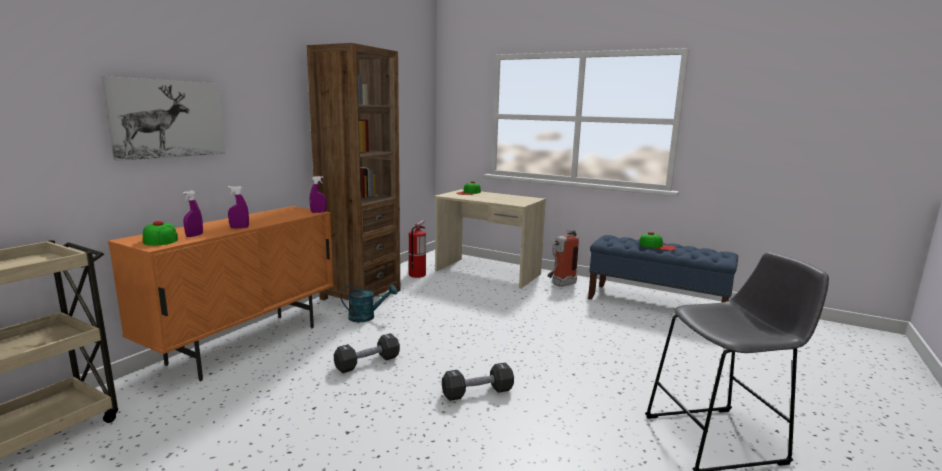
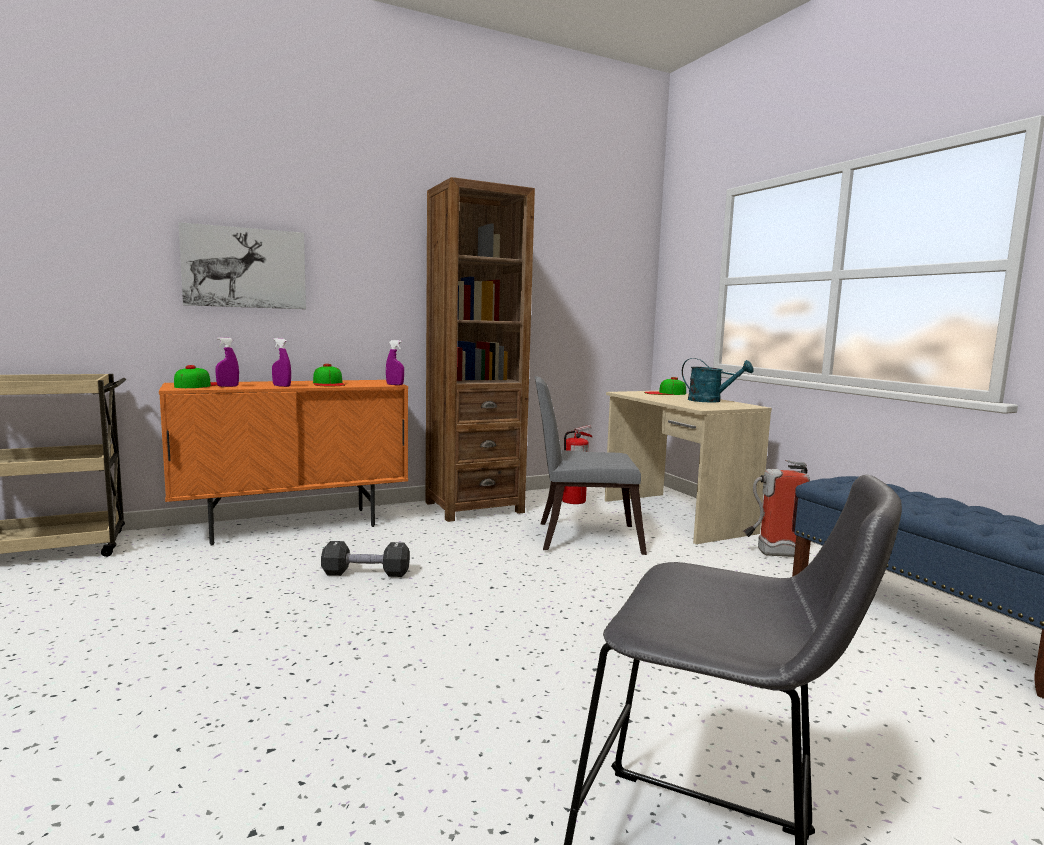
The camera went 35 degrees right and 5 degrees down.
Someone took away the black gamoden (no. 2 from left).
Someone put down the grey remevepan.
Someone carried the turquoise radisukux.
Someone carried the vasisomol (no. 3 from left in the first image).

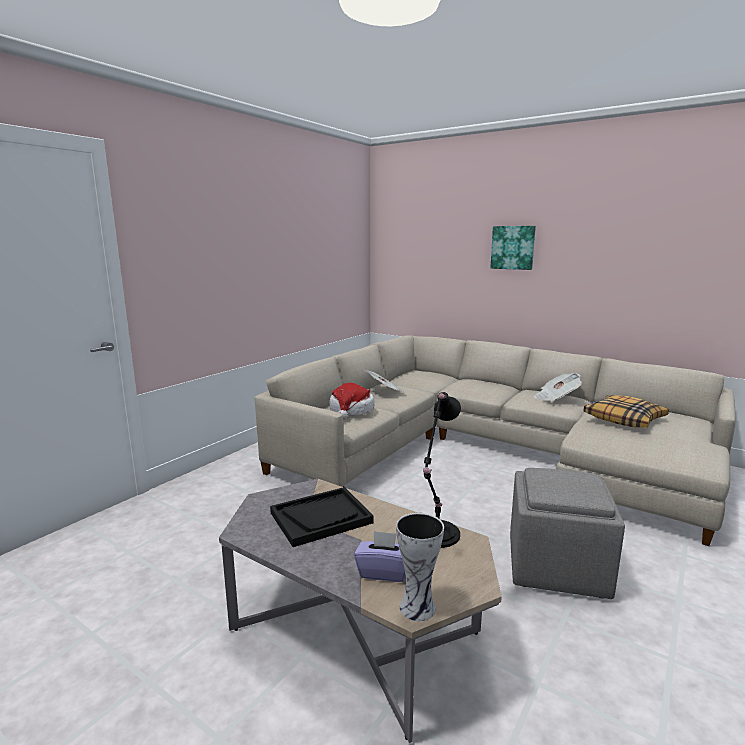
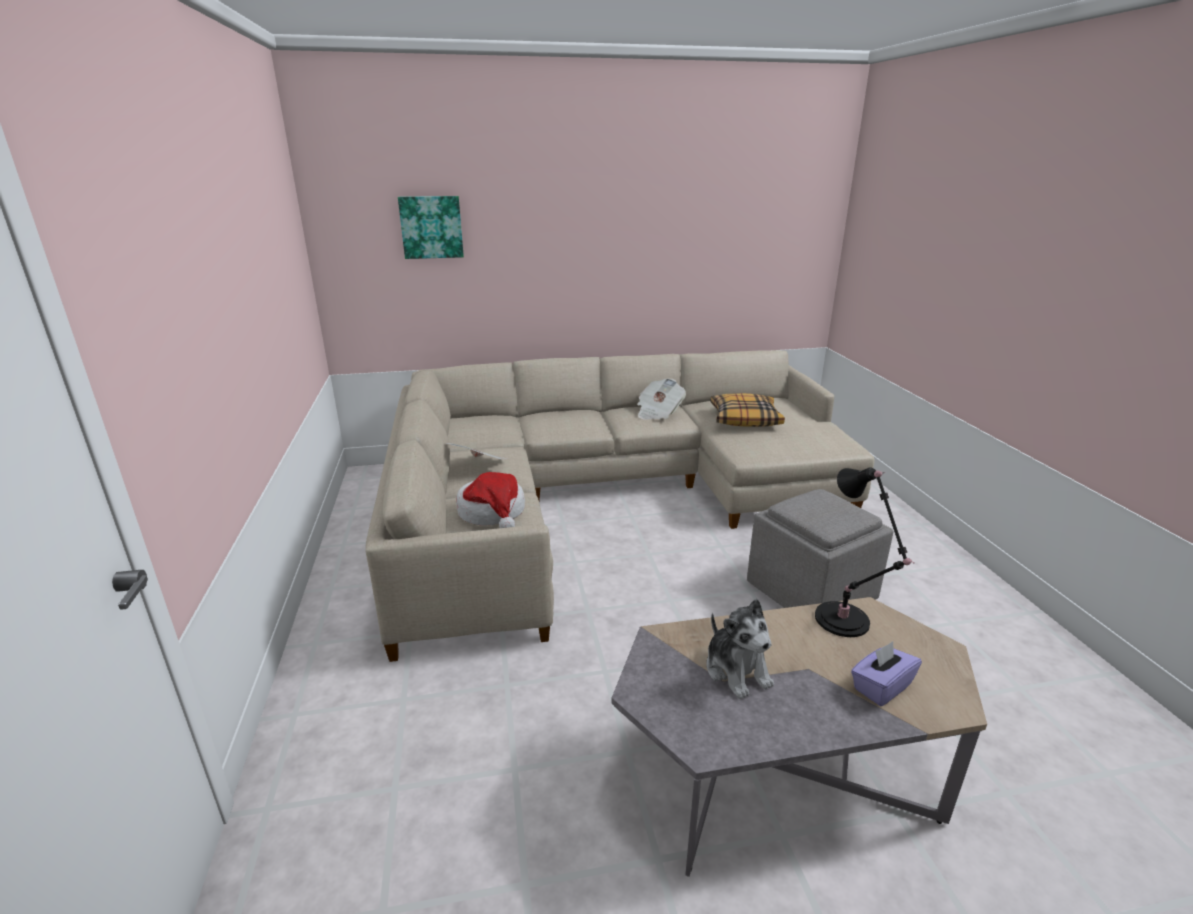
The camera went 45 degrees left and 10 degrees up.
Someone took away the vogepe.
Someone carried the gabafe.
Someone swapped the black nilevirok for the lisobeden.

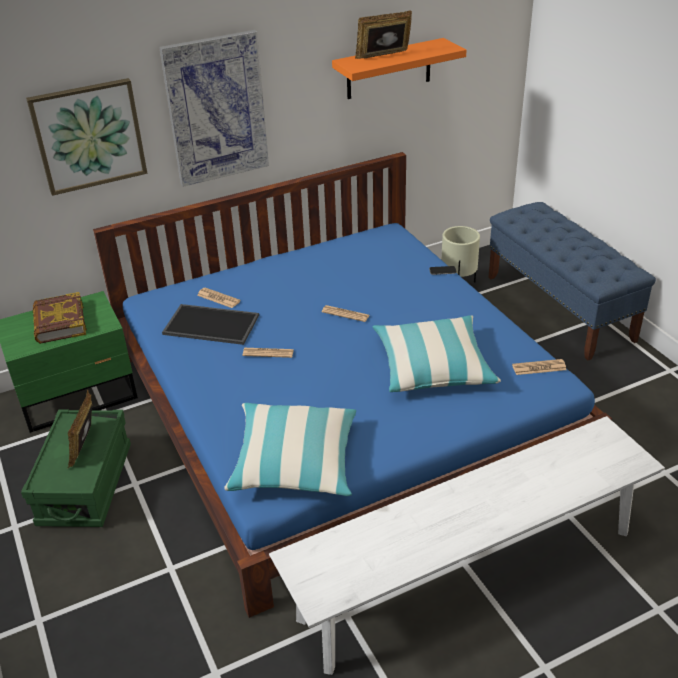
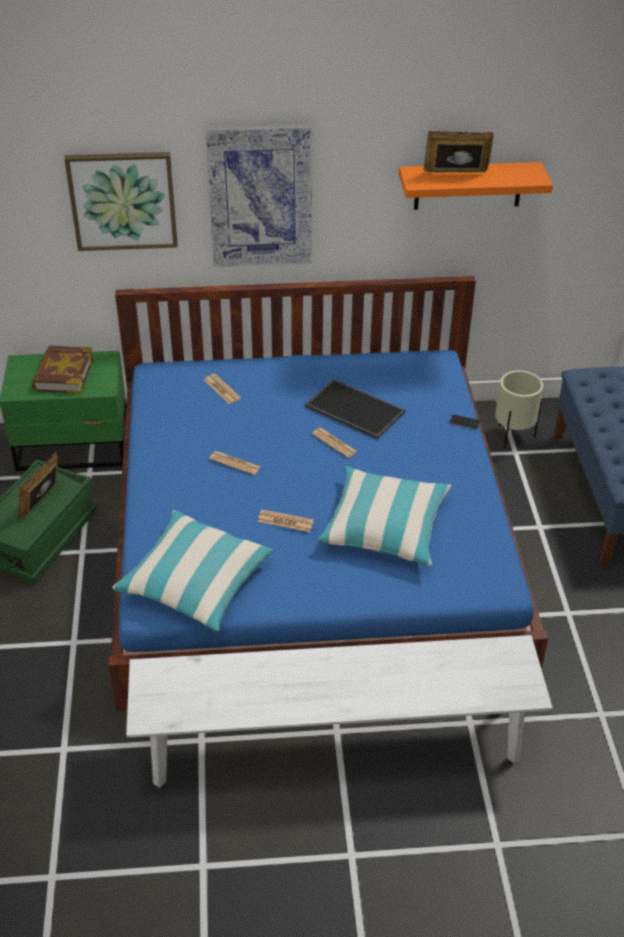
The camera went 20 degrees right and 5 degrees up.
Someone carried the nilevirok.
Someone carried the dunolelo (no. 4 from left in the first image).

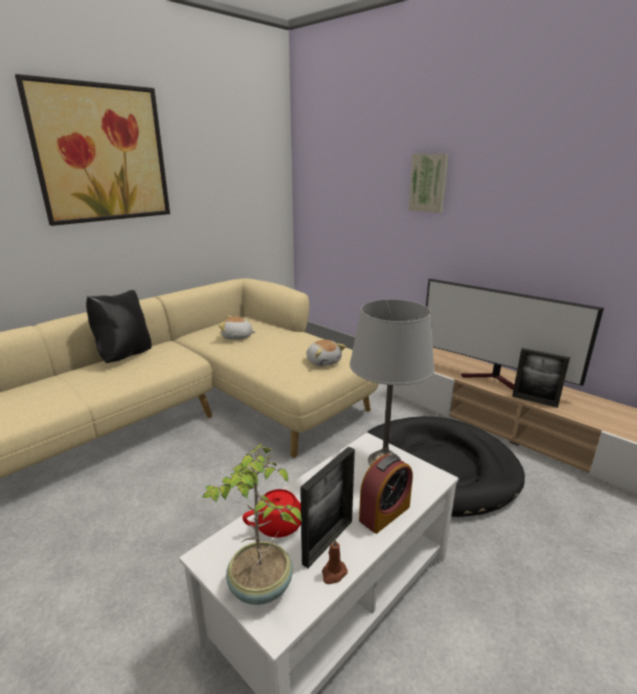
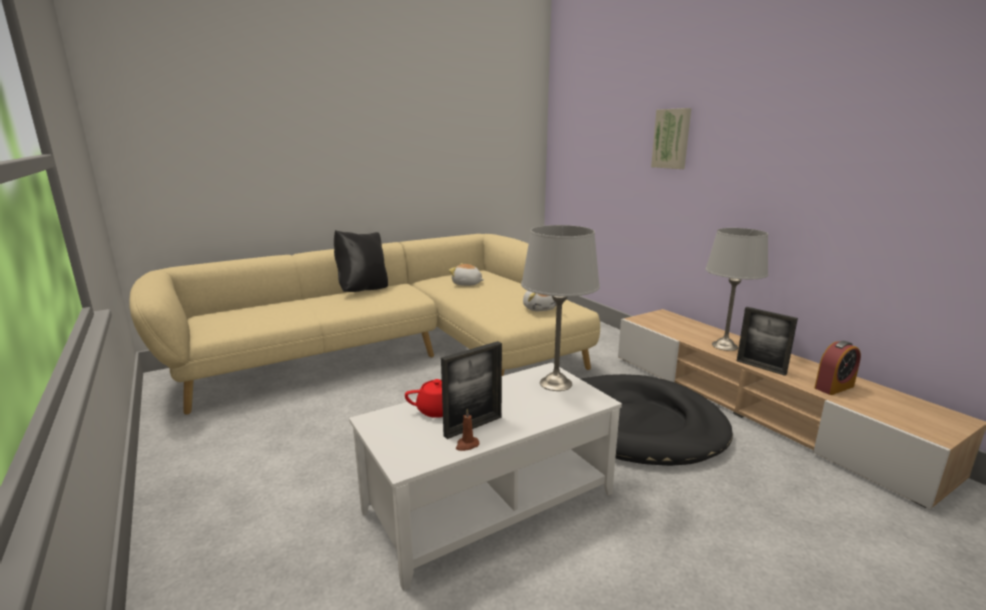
The camera went 15 degrees right and 5 degrees down.
Someone took away the gabafe (no. 1 from left).
Someone took away the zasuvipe.
Someone carried the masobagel.
Someone swapped the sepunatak for the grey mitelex (no. 2 from left).

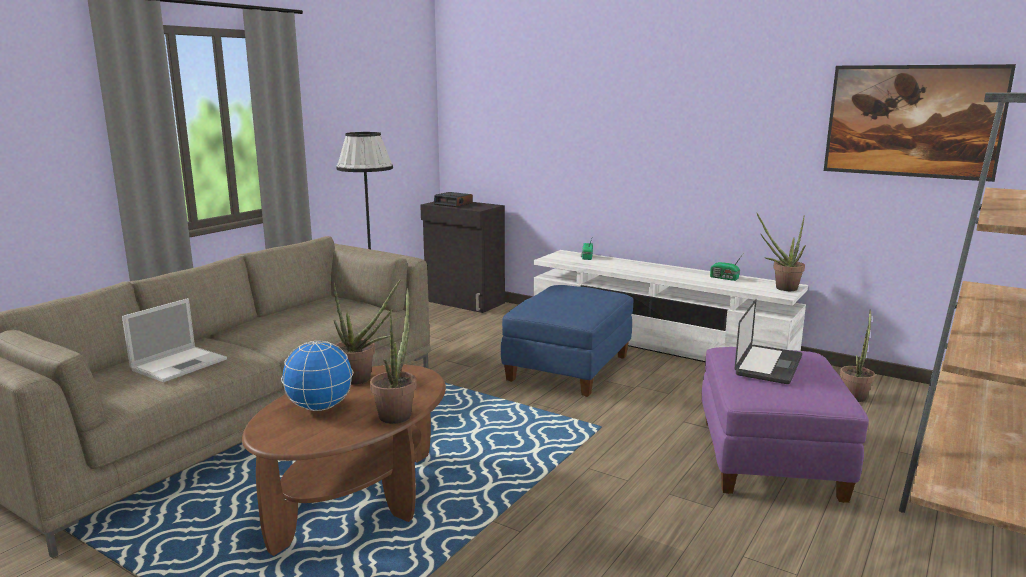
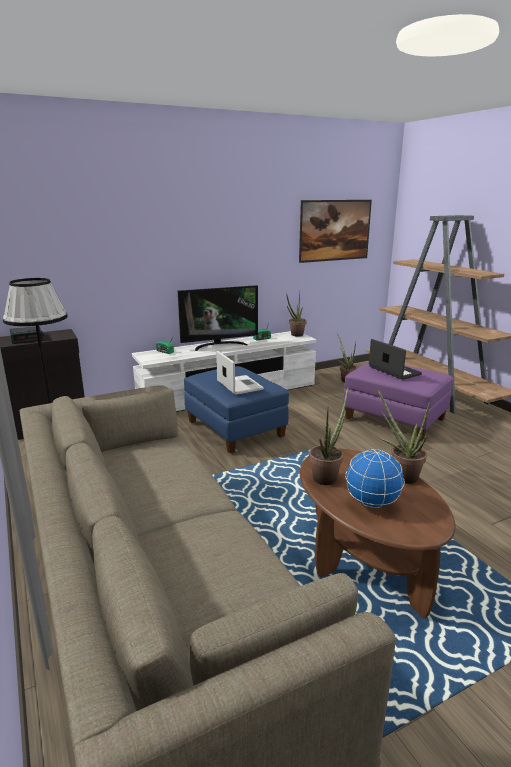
The camera went 60 degrees left and 5 degrees up.
Someone put down the sepunatak.
Someone carried the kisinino (no. 1 from left).

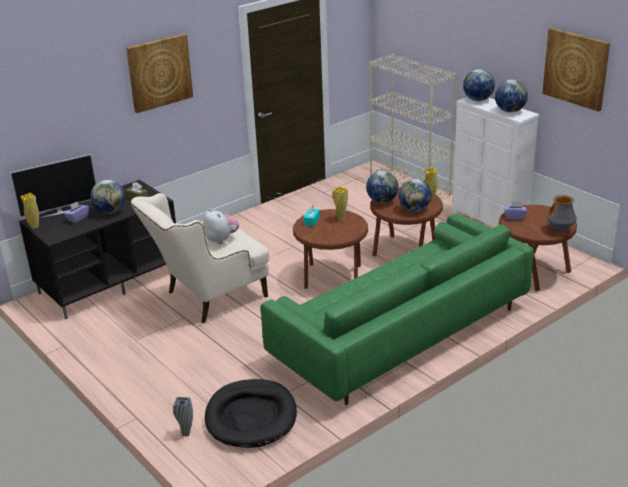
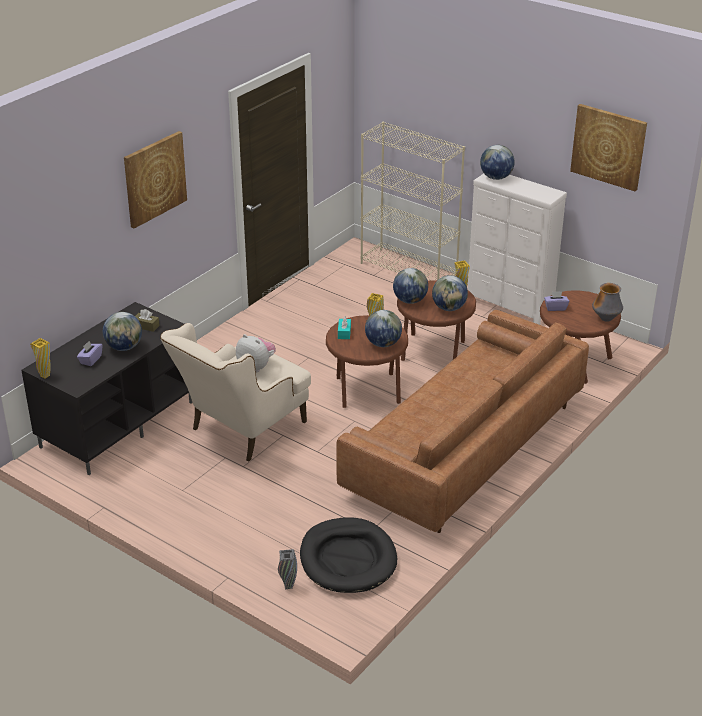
The camera went 15 degrees left and 5 degrees up.
Someone took away the sepunatak.
Someone carried the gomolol (no. 5 from left in the first image).
Someone repainted the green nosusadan, which became the brown nosusadan.

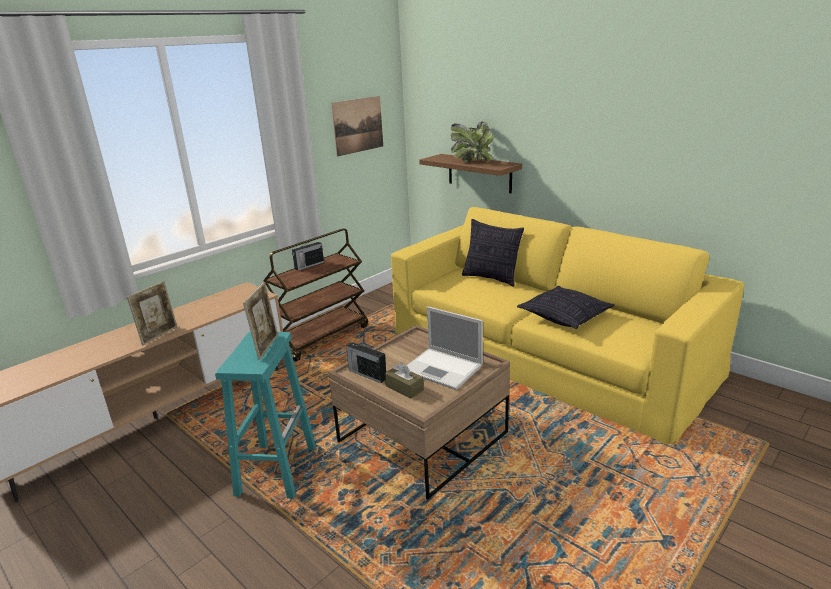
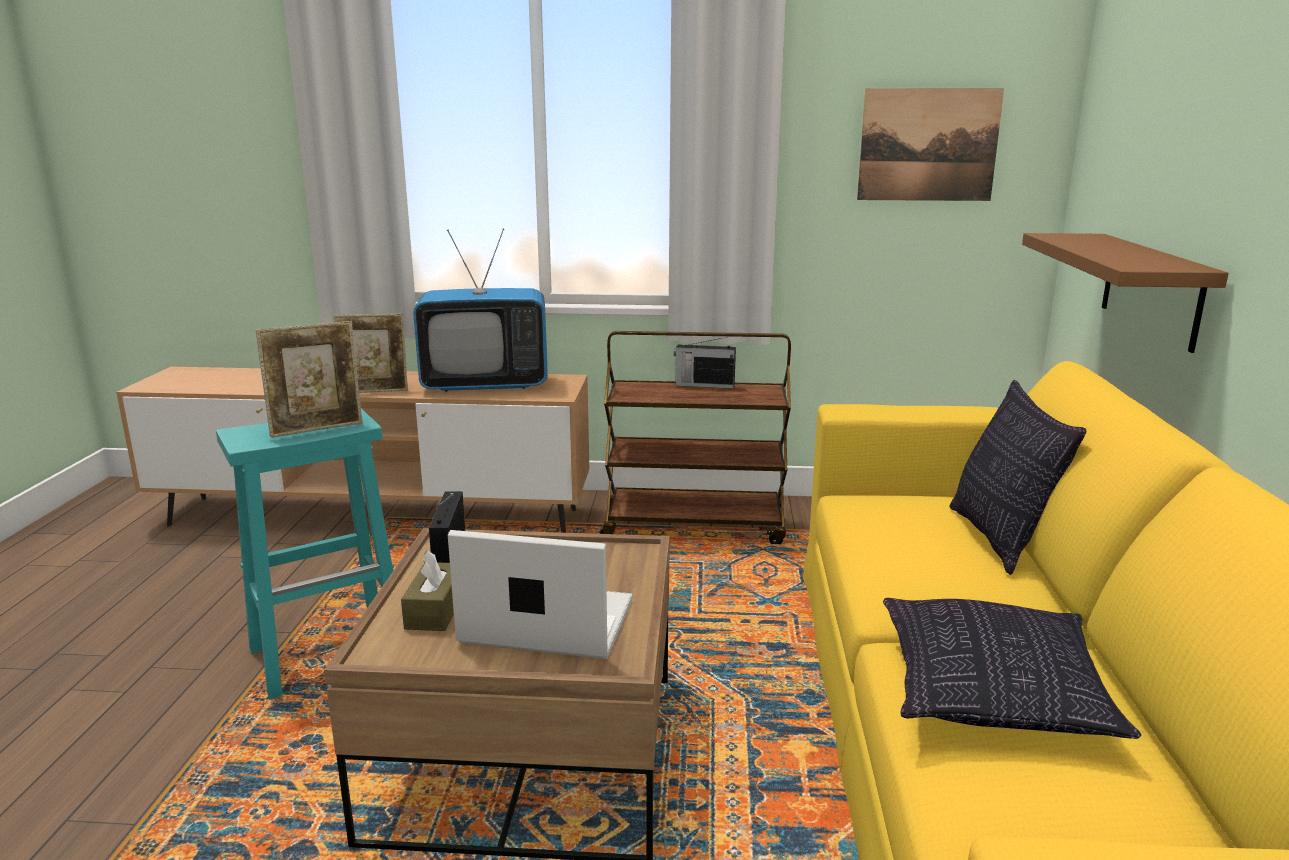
The camera went 50 degrees right and 5 degrees down.
Someone took away the zasuvipe.
Someone put down the sepunatak.
Someone rotated the kisinino by 105 degrees clockwise.

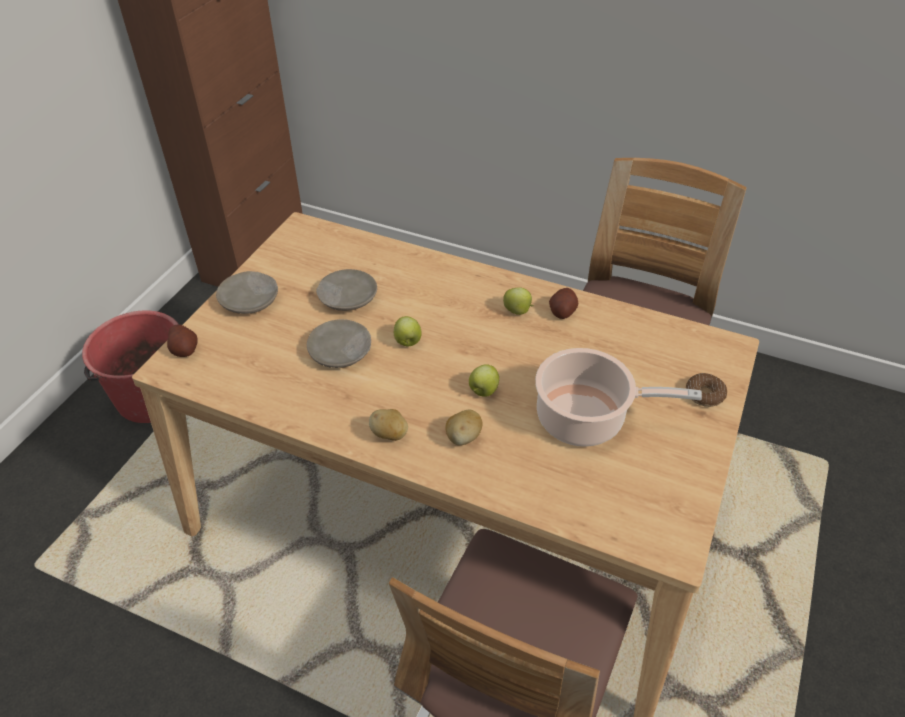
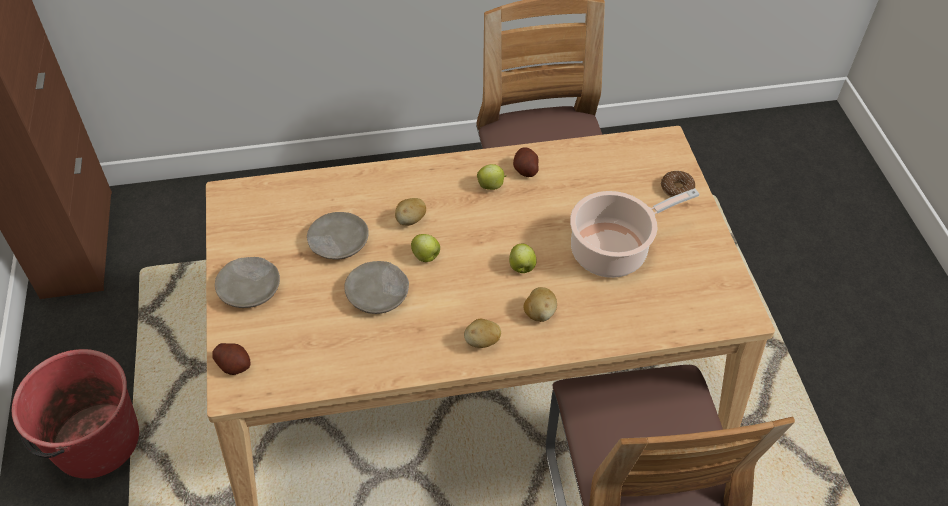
The camera went 35 degrees left and 5 degrees up.
Someone put down the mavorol (no. 2 from left).

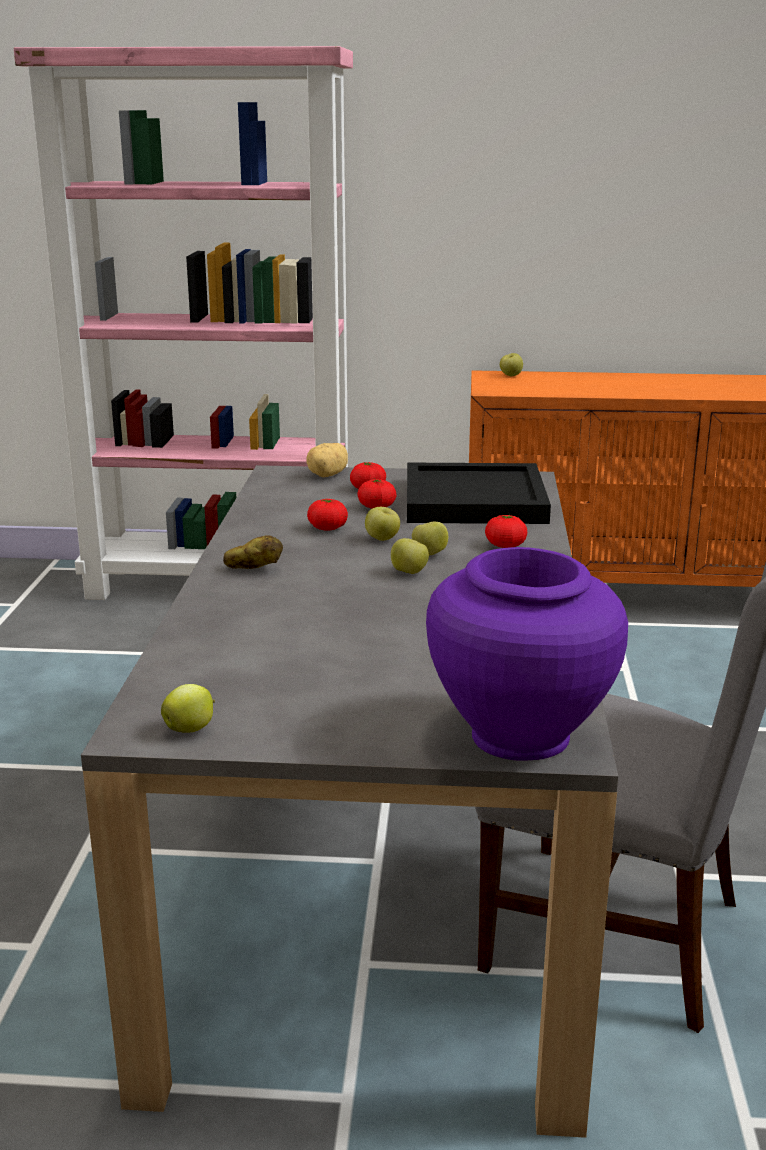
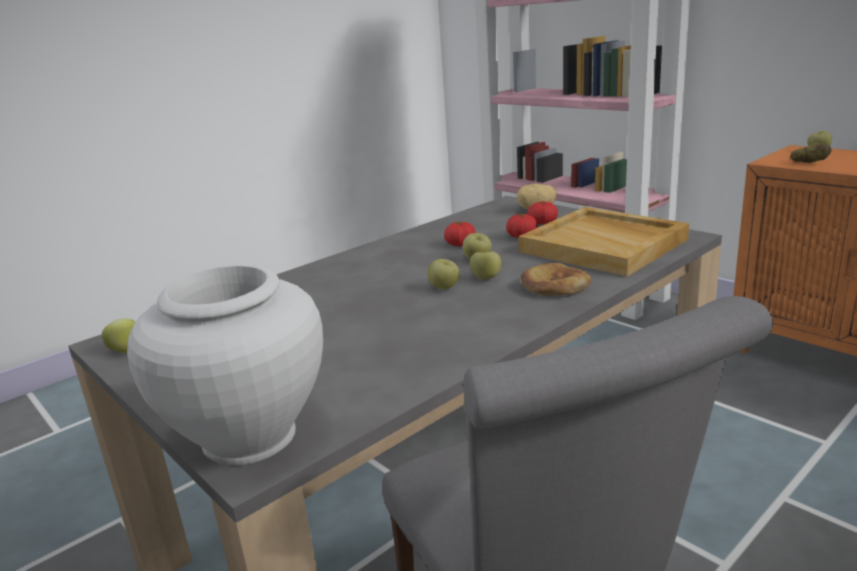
The camera went 45 degrees right and 0 degrees up.
Someone carried the mavorol (no. 1 from left in the first image).
Someone swapped the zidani (no. 4 from left) for the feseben.
Someone repainted the black nilevirok, which became the beige nilevirok.
Someone repainted the purple vogepe, which became the white vogepe.

